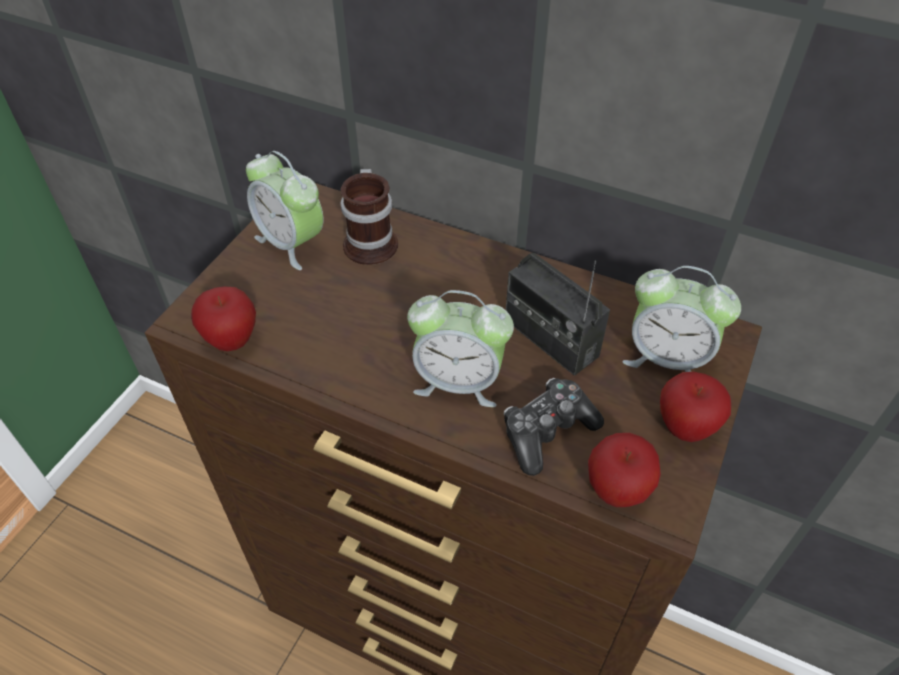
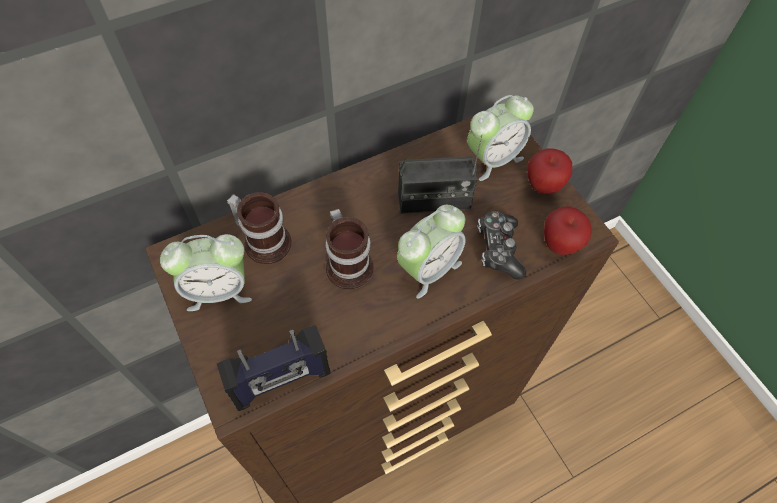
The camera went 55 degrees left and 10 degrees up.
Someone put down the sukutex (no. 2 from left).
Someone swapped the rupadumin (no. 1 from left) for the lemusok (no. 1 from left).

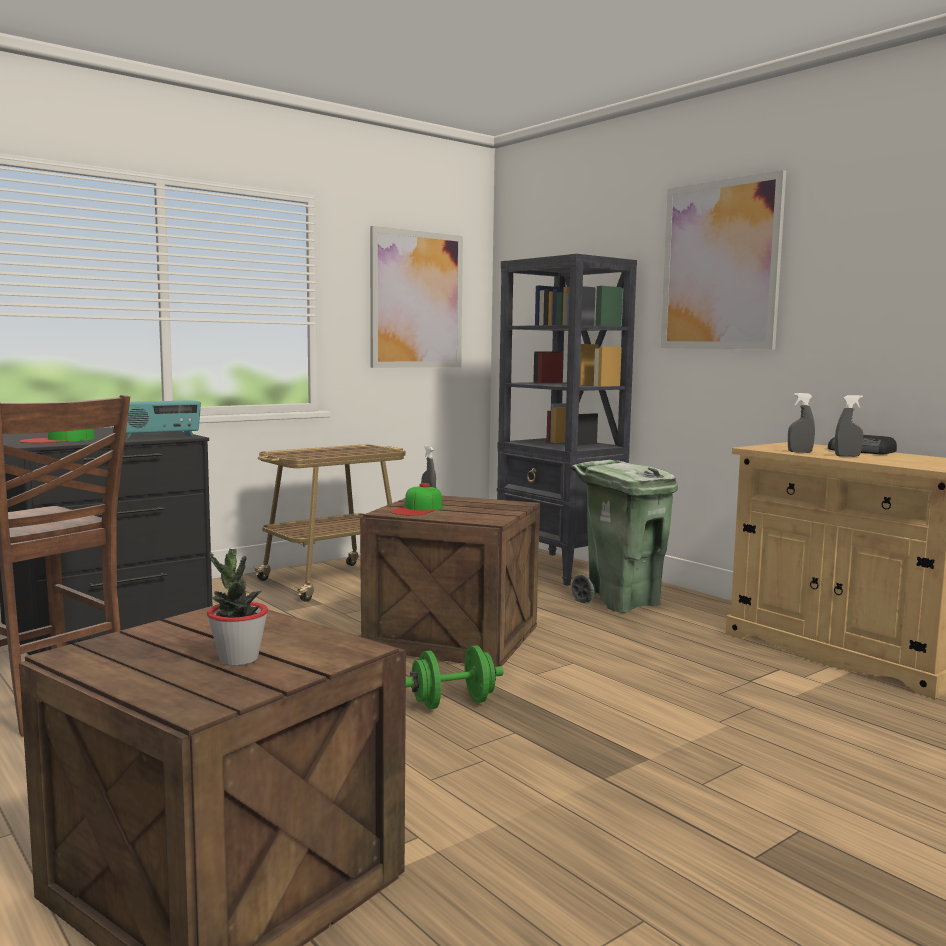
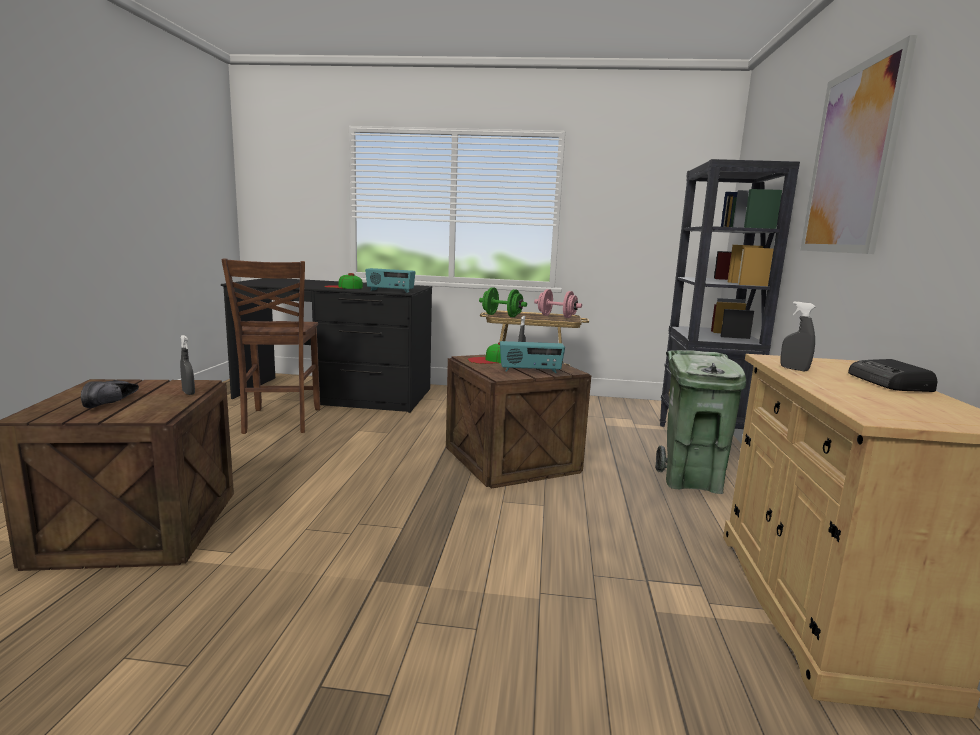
The camera went 45 degrees right and 5 degrees up.
Someone took away the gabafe (no. 1 from left).
Someone put down the lemusok (no. 2 from left).
Someone put down the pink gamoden.
Someone carried the green gamoden.
Someone carried the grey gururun (no. 3 from left in the first image).
Someone swapped the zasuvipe for the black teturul.

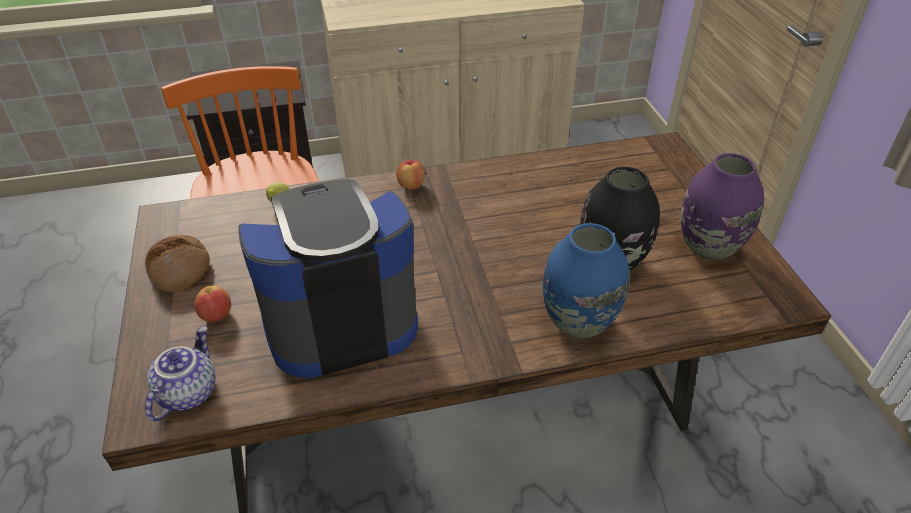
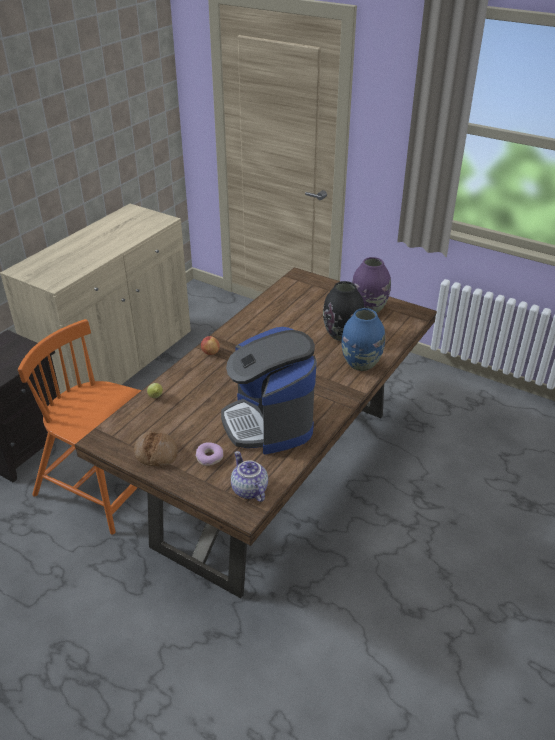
The camera went 45 degrees left and 5 degrees down.
Someone swapped the rupadumin (no. 1 from left) for the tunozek.
Someone rotated the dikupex by 45 degrees counterclockwise.

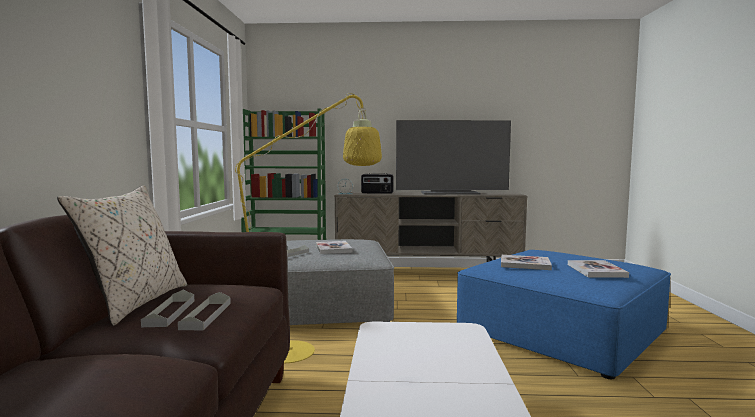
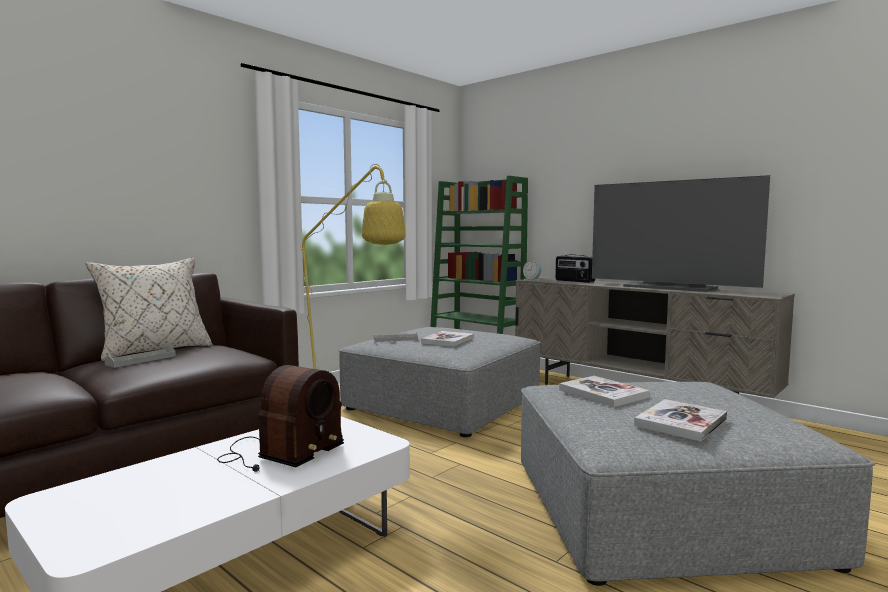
The camera went 40 degrees right and 0 degrees up.
Someone took away the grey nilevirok (no. 2 from left).
Someone put down the lemusok (no. 1 from left).
Someone repainted the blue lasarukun, which became the grey lasarukun (no. 2 from left).

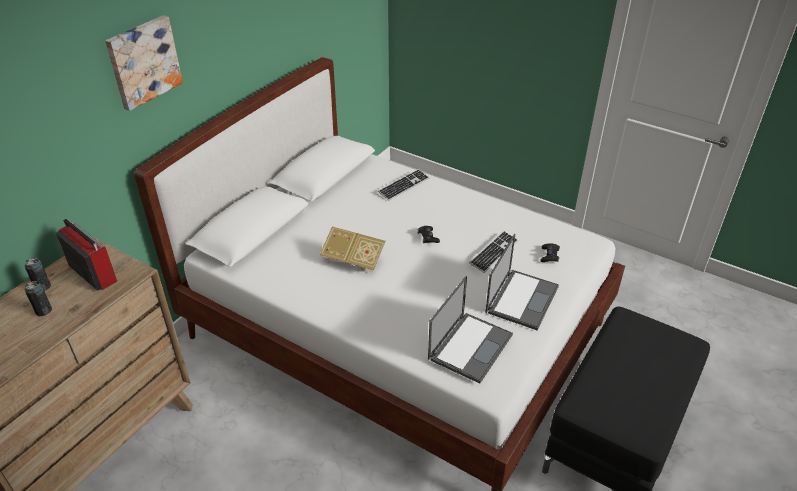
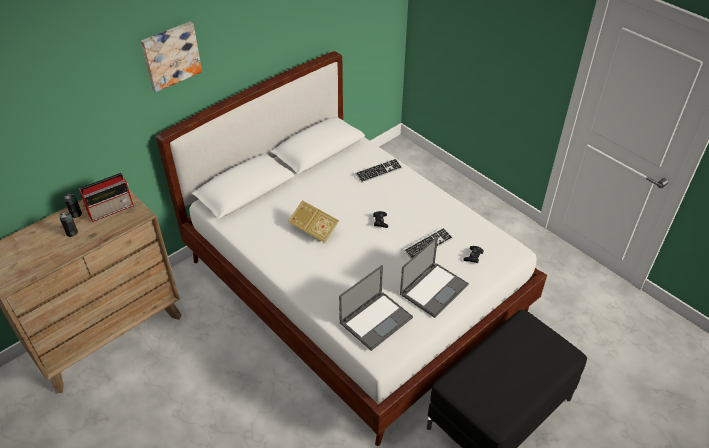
The camera went 15 degrees right and 5 degrees up.
Someone rotated the lemusok by 90 degrees clockwise.

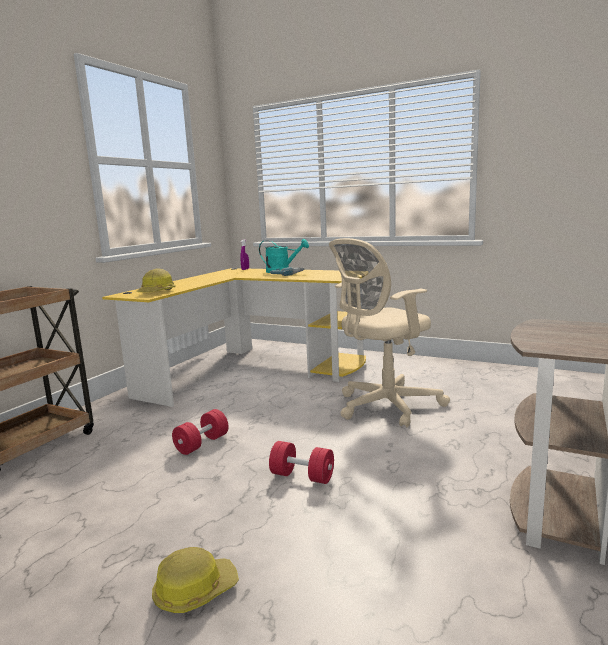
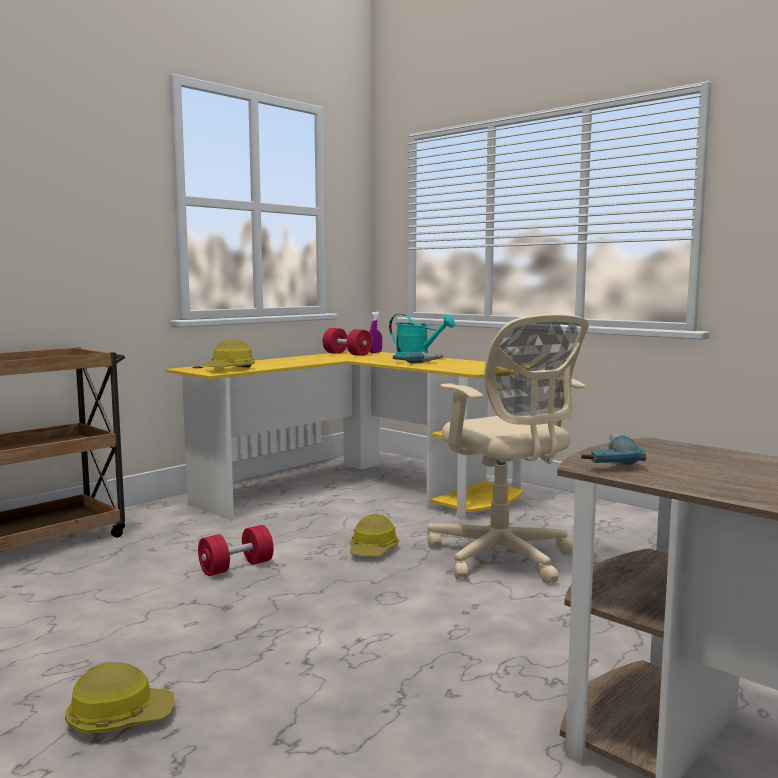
The camera went 15 degrees right and 5 degrees down.
Someone put down the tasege (no. 3 from left).
Someone put down the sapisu (no. 2 from left).
Someone carried the red gamoden (no. 2 from left).
Someone rotated the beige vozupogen by 105 degrees counterclockwise.

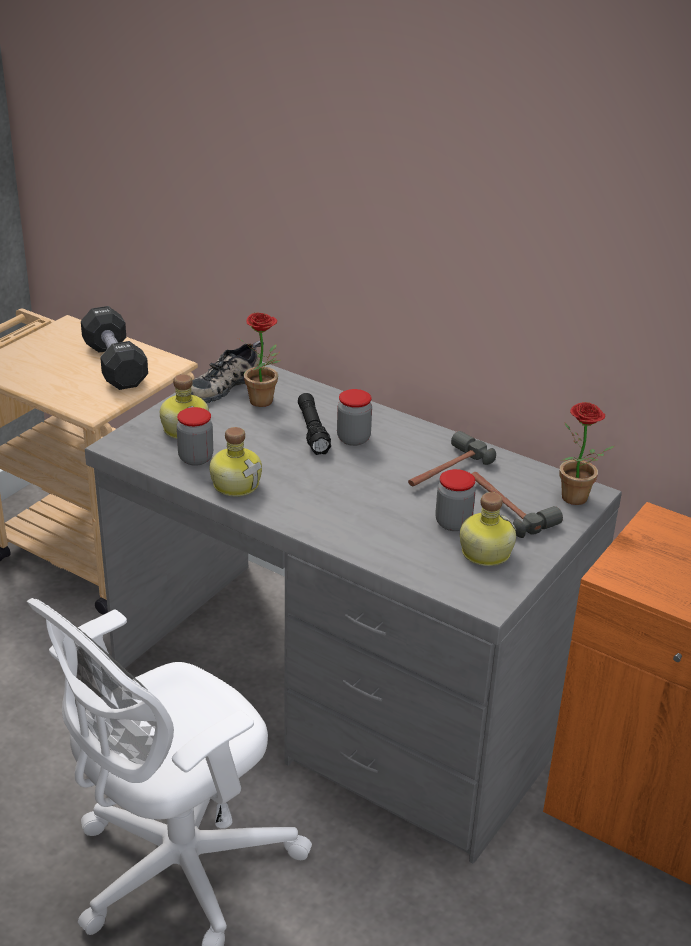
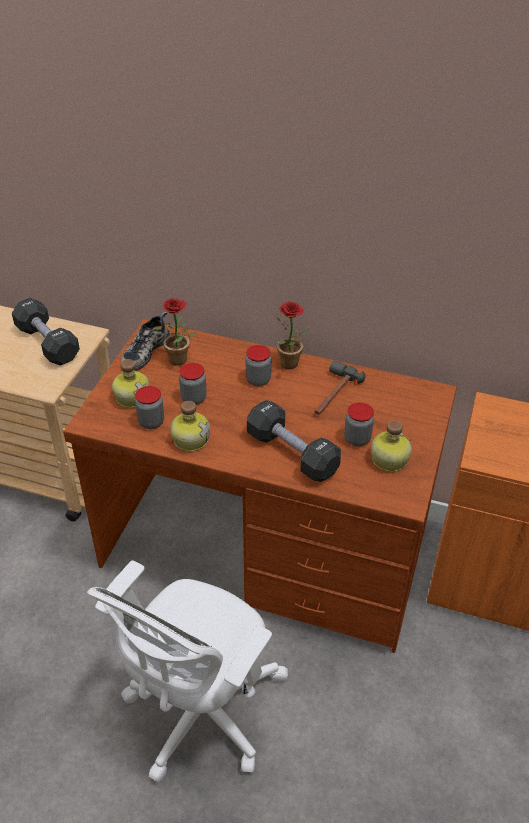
The camera went 15 degrees left and 10 degrees up.
Someone took away the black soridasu.
Someone took away the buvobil (no. 2 from left).
Someone put down the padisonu (no. 2 from left).
Someone put down the black gamoden (no. 2 from left).
Someone carried the zasuvipe (no. 2 from left).
Someone repainted the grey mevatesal, which became the brown mevatesal.

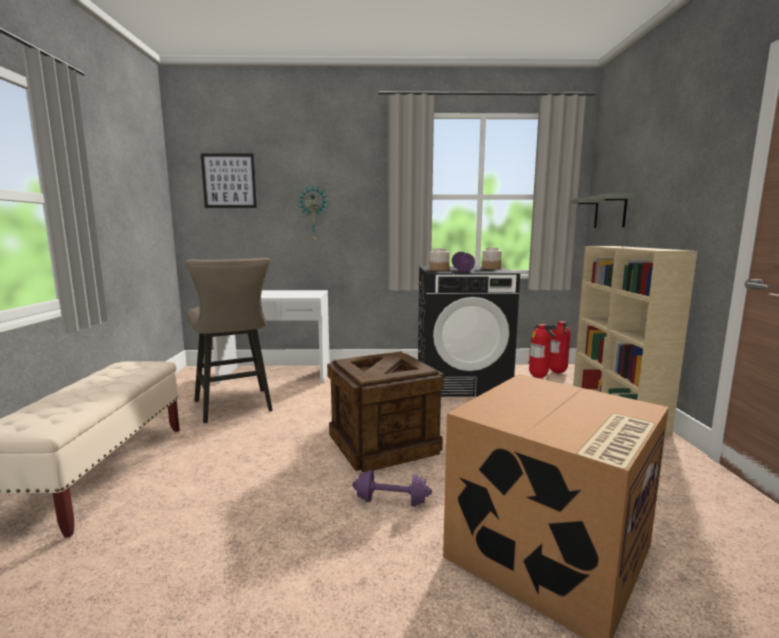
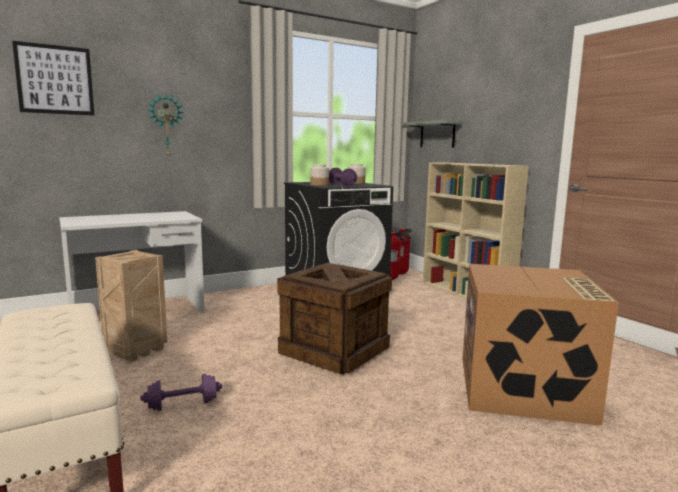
The camera went 30 degrees left and 0 degrees up.
Someone carried the purple gamoden (no. 1 from left).
Someone swapped the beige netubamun for the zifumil (no. 1 from left).

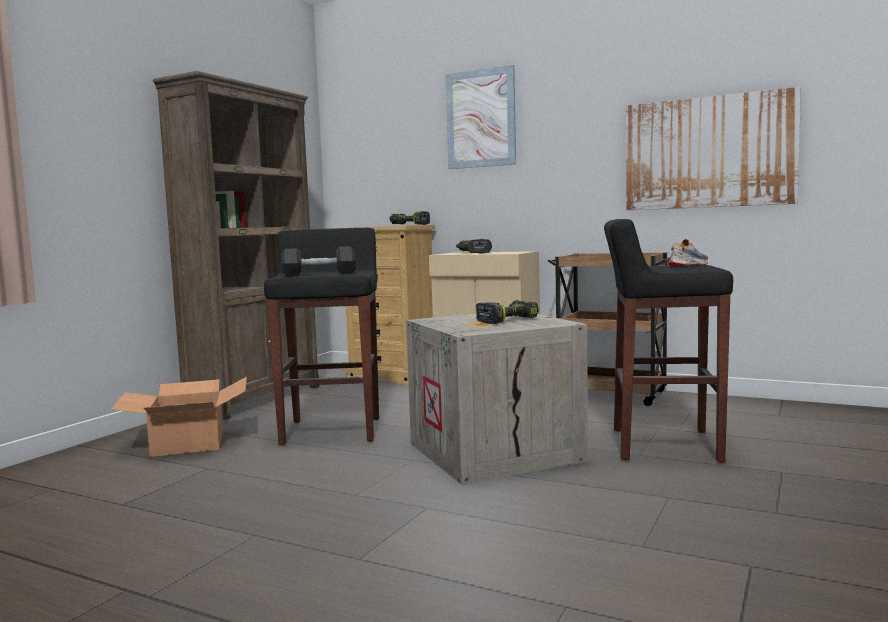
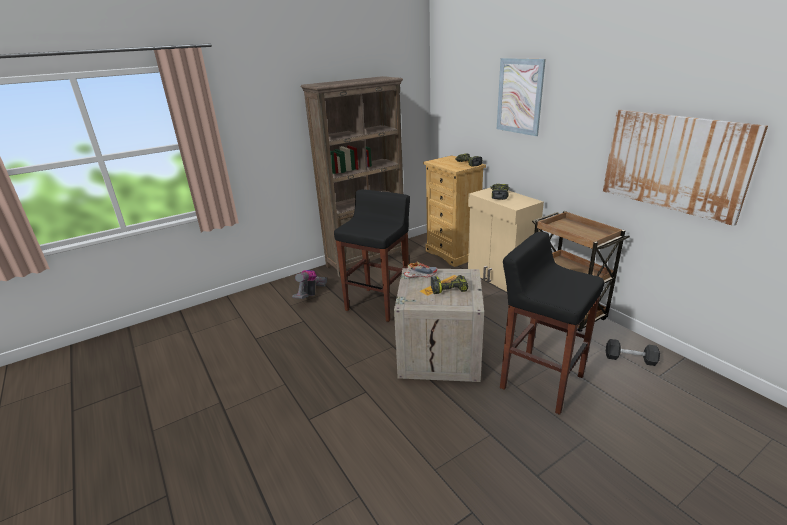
The camera went 30 degrees right and 20 degrees up.
Someone carried the black gamoden.
Someone carried the teturul.
Someone swapped the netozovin for the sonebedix.

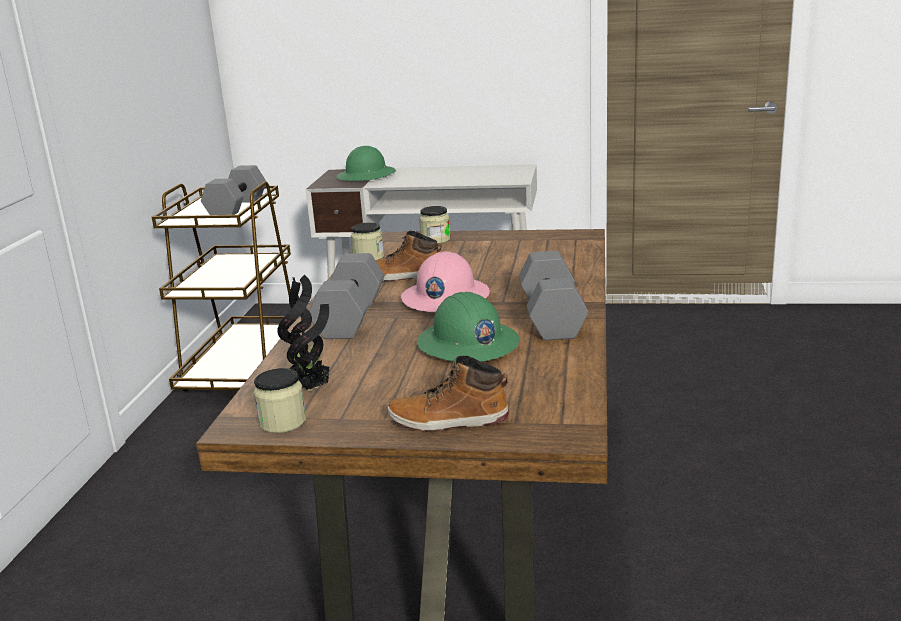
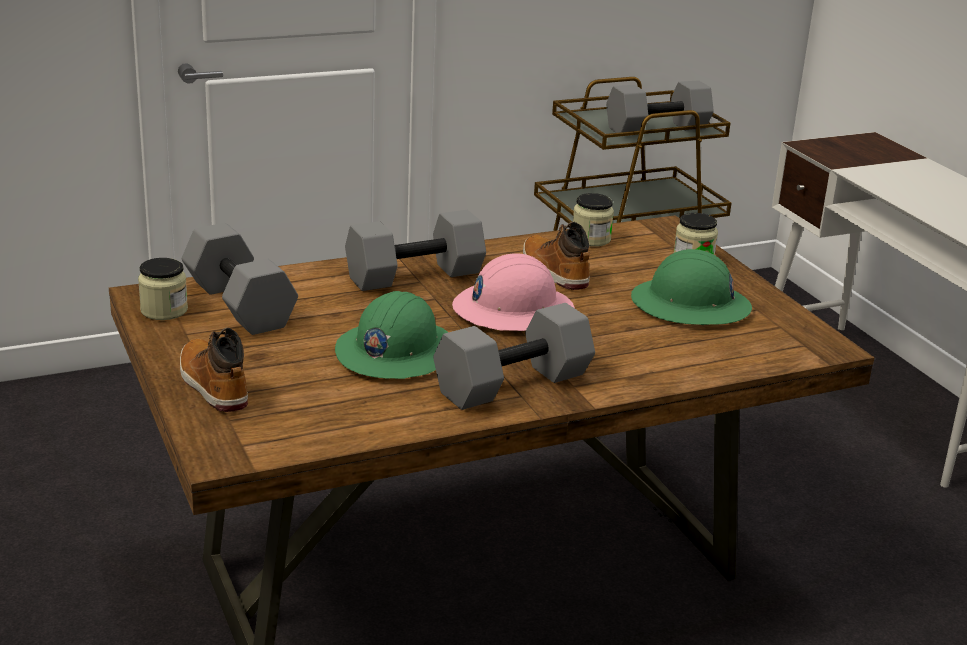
The camera went 55 degrees right and 5 degrees up.
Someone carried the green tasege (no. 1 from left in the first image).
Someone swapped the zasuvipe for the grey gamoden (no. 1 from left).

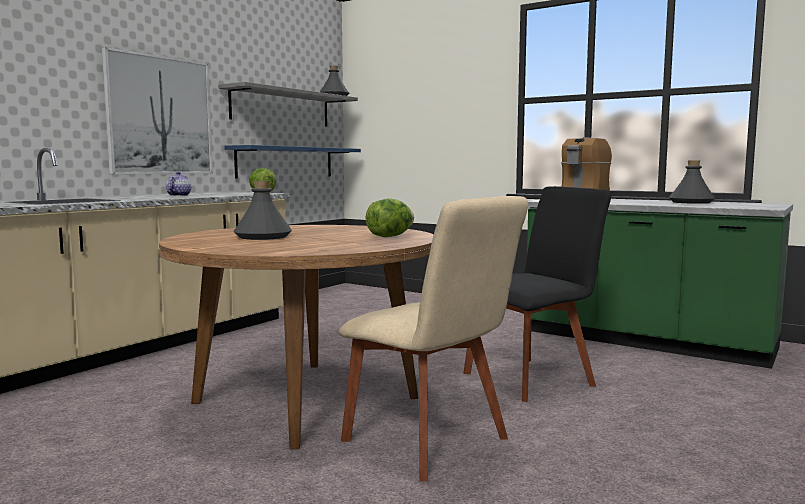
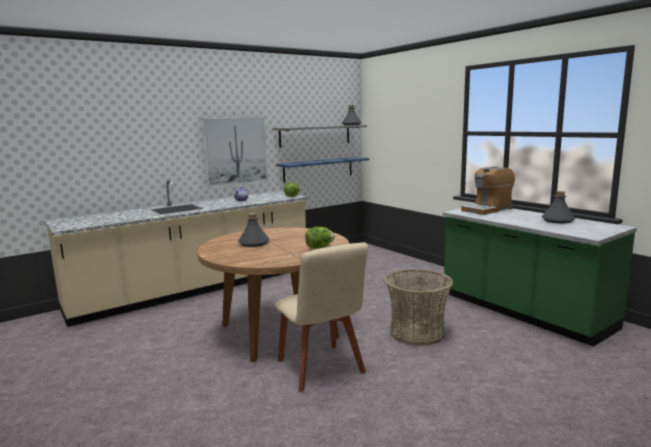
The camera went 20 degrees right and 5 degrees up.
Someone swapped the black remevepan for the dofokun.

